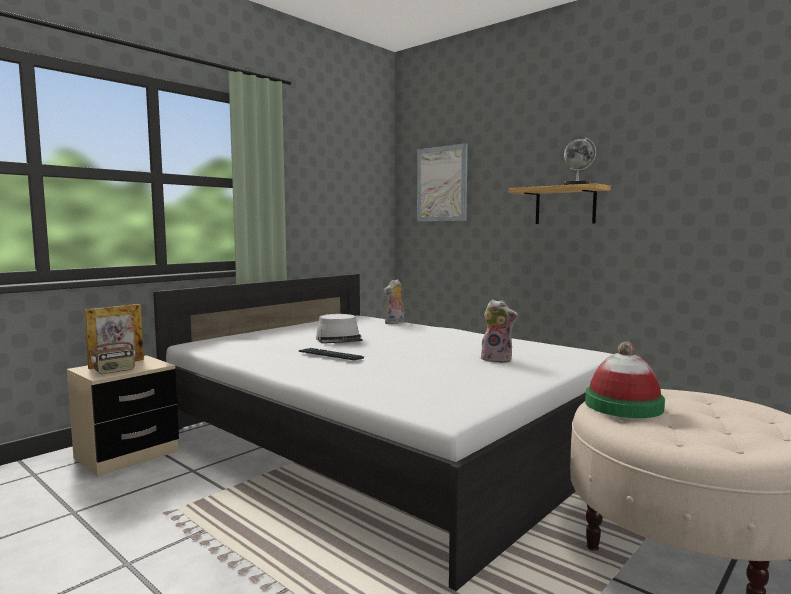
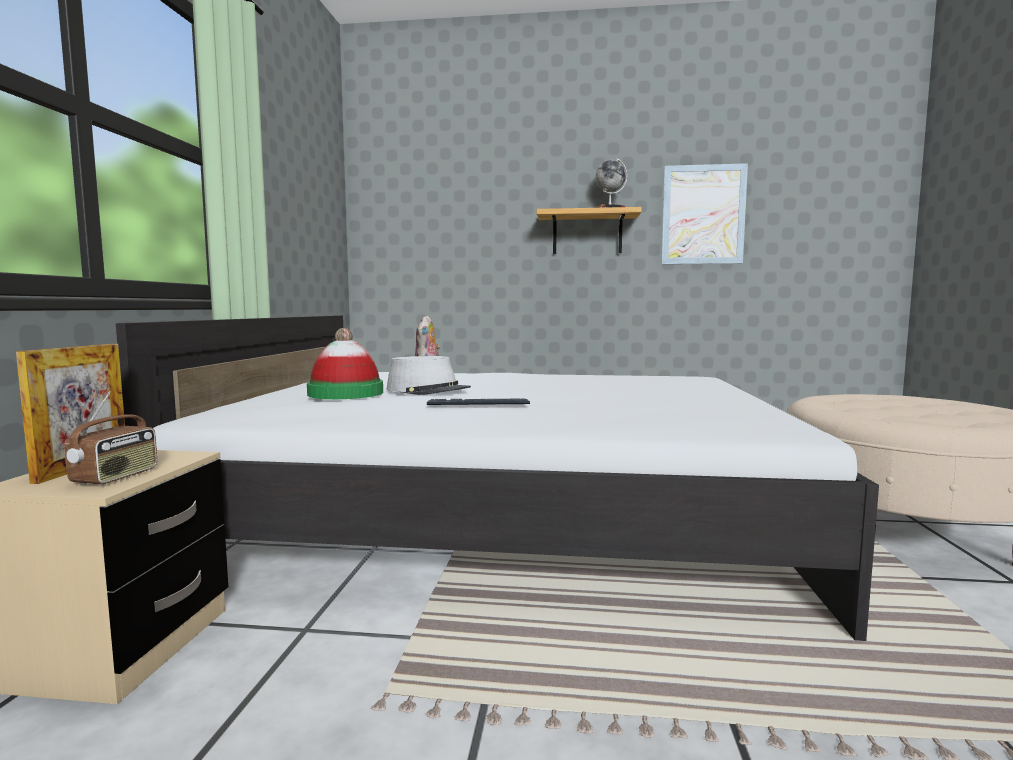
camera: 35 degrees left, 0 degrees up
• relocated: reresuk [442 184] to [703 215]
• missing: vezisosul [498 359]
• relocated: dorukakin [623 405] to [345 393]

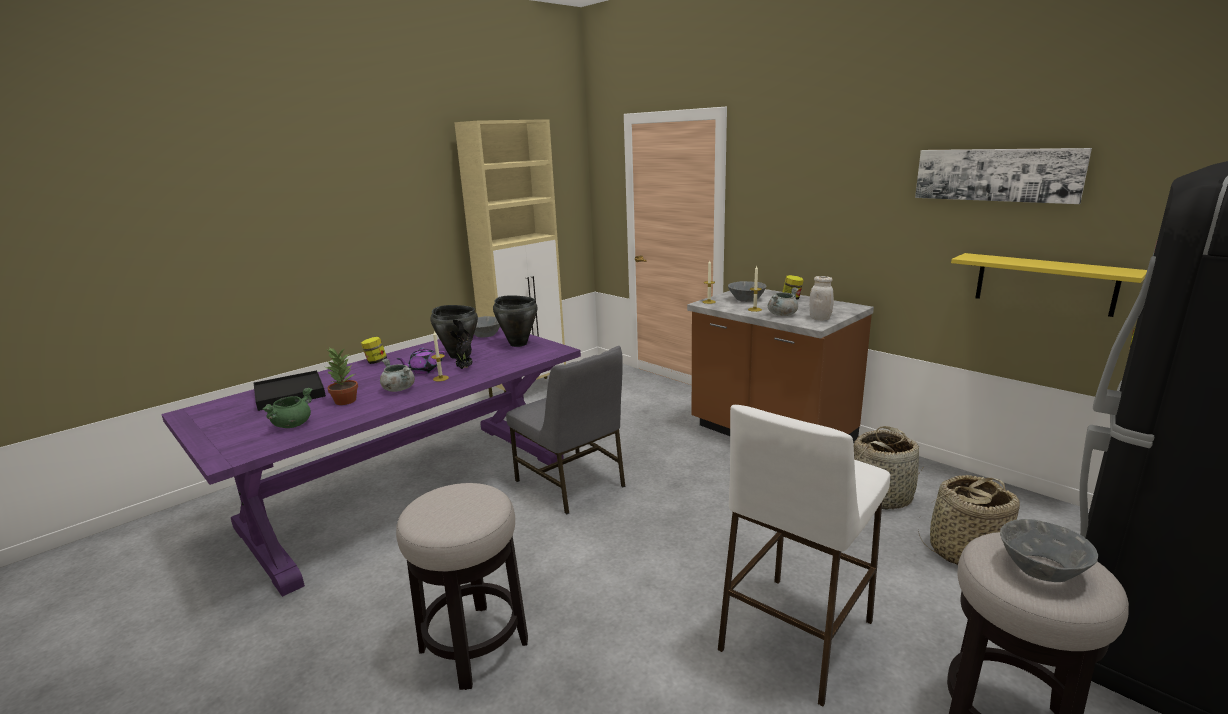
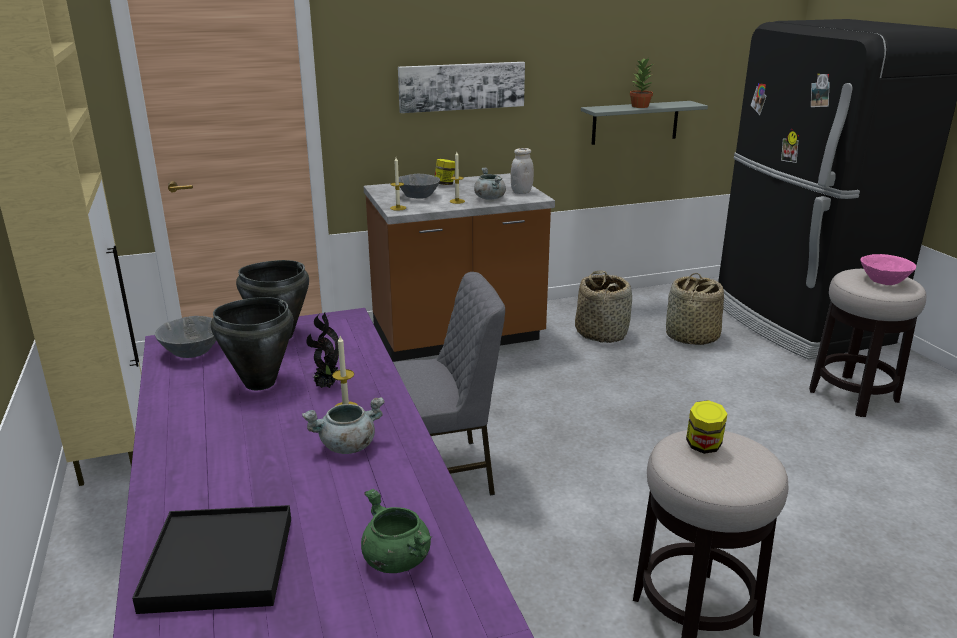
camera: 65 degrees left, 5 degrees up
• relocated: reresuk [996 174] to [461 86]
• colour: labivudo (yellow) [1044 284] to labivudo (grey) [635 122]
• relocated: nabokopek [376 362] to [703 446]
• relocated: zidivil [345 401] to [639 106]
• missing: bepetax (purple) [424 370]
• missing: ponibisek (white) [795 636]
• colour: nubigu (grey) [1041 568] to nubigu (pink) [883 280]

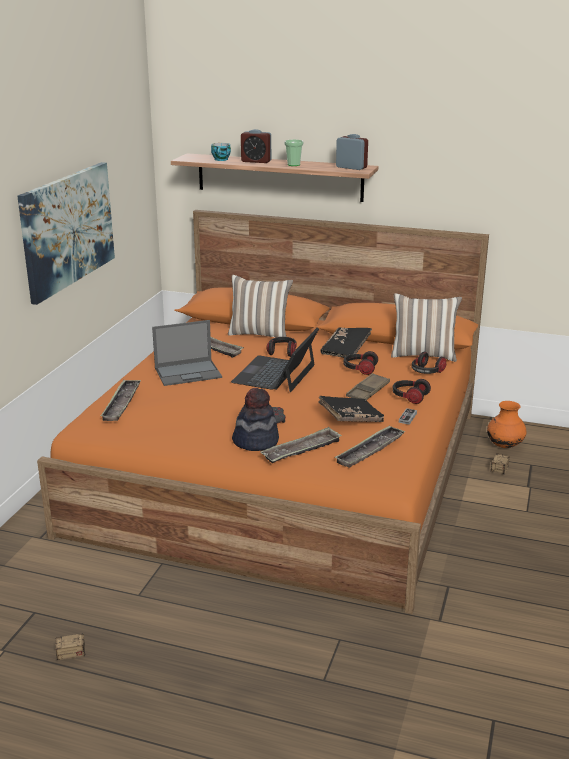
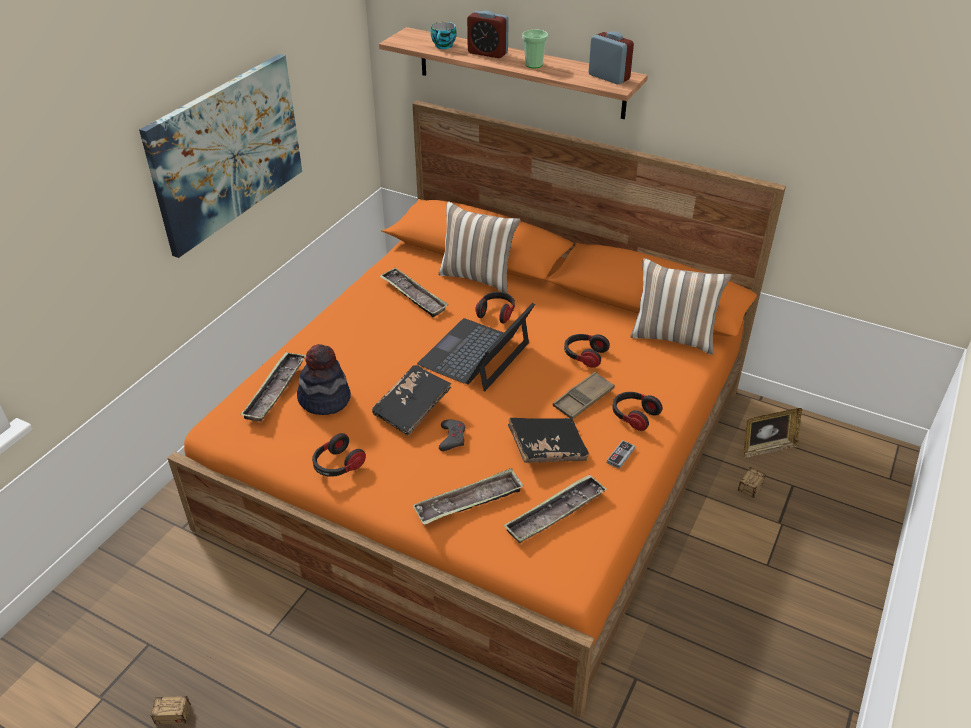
camera: 10 degrees right, 15 degrees up
• missing: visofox [189 372]
• relocated: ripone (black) [346 349] to [412 408]
• relocated: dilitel [426 372] to [337 465]
• relocated: dorukakin [256 441] to [324 399]
• exchanged: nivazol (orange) [504 445] to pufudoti [767 448]

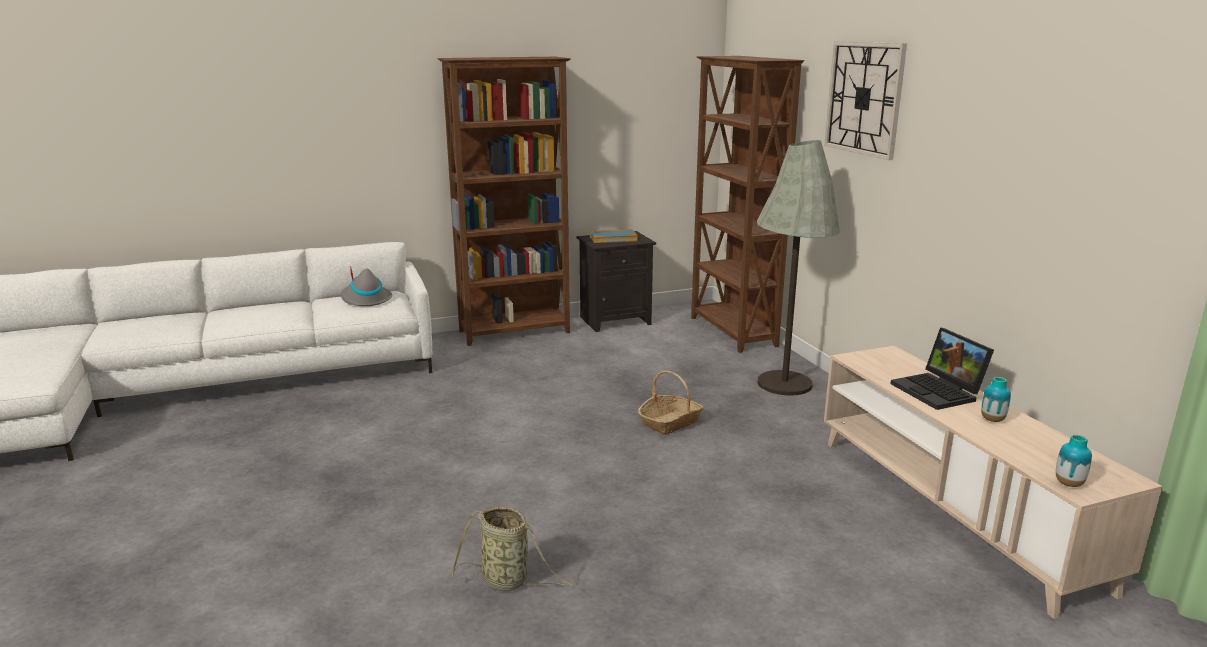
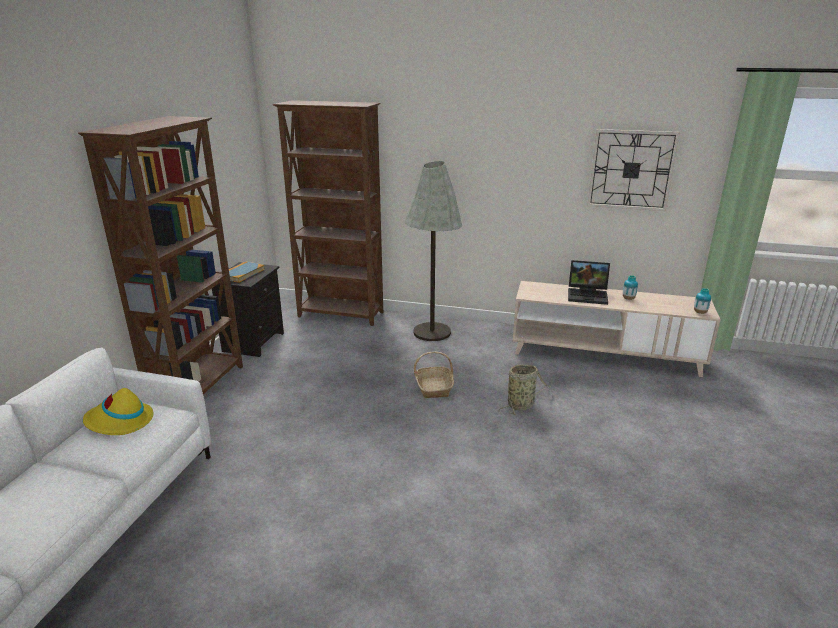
camera: 55 degrees left, 5 degrees up
• relocated: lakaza [864 98] to [631 170]
• colour: dorukakin (grey) [365 299] to dorukakin (yellow) [120 422]
• relocated: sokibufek [508 581] to [522 405]

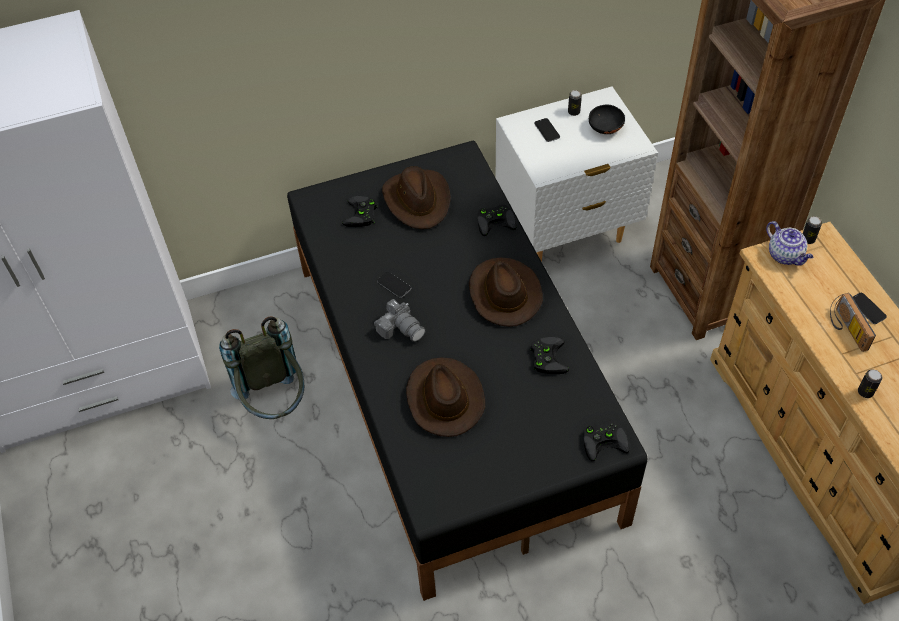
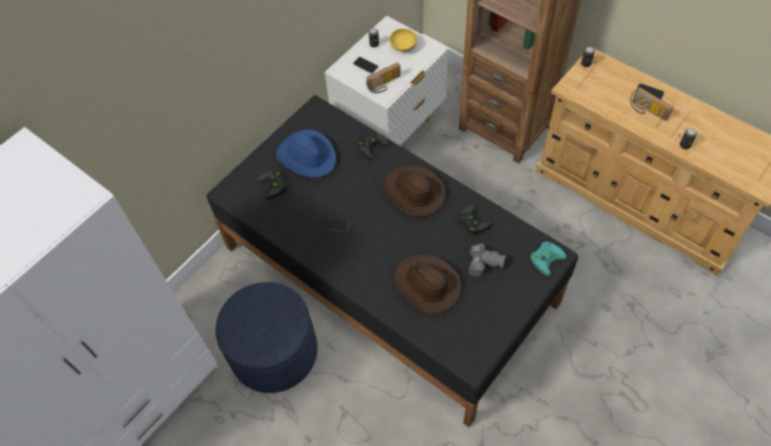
camera: 30 degrees left, 5 degrees up
• colour: nubigu (black) [604 129] to nubigu (yellow) [403 47]
• colour: dorukakin (brown) [417 200] to dorukakin (blue) [307 156]
• missing: bepetax [785 256]
• relocated: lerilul [401 328] to [483 263]
• exchanged: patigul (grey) [275 404] to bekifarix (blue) [274 352]
• colour: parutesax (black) [604 440] to parutesax (turquoise) [546 257]
• appeared: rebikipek [384 85]

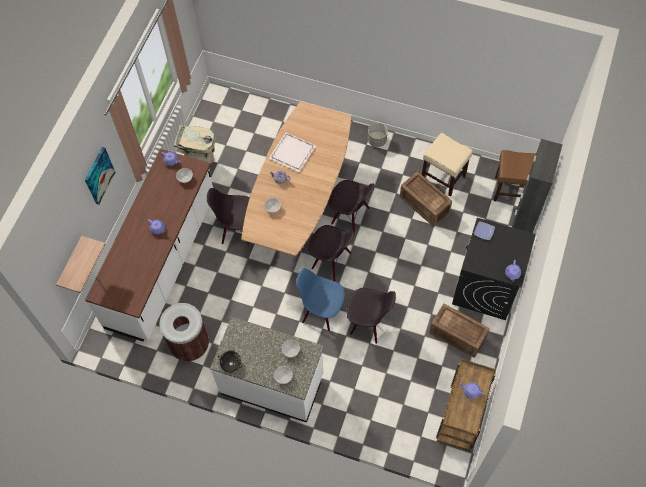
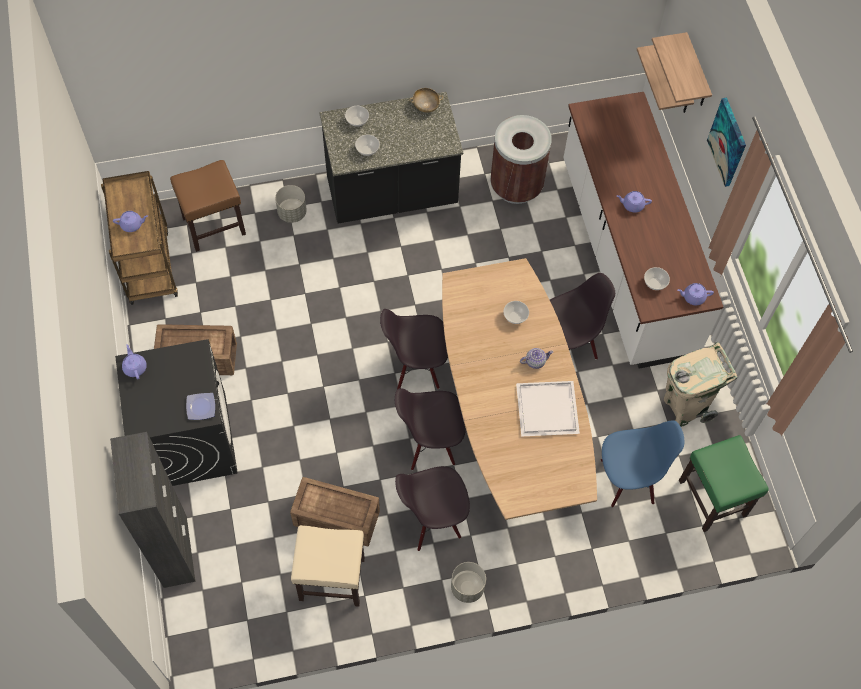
camera: 145 degrees right, 0 degrees up
• relocated: ponibisek (brown) [511 190] to [214 225]
• relocated: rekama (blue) [322 312] to [627 480]
• relocated: rekama (black) [368 323] to [432 519]
• colour: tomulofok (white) [272 383] to tomulofok (black) [392 194]
• colour: nubigu (black) [231 364] to nubigu (beige) [426 106]
• appeared: labivudo [696 73]
• appeared: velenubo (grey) [292 212]
• appeared: ponibisek (green) [713 499]

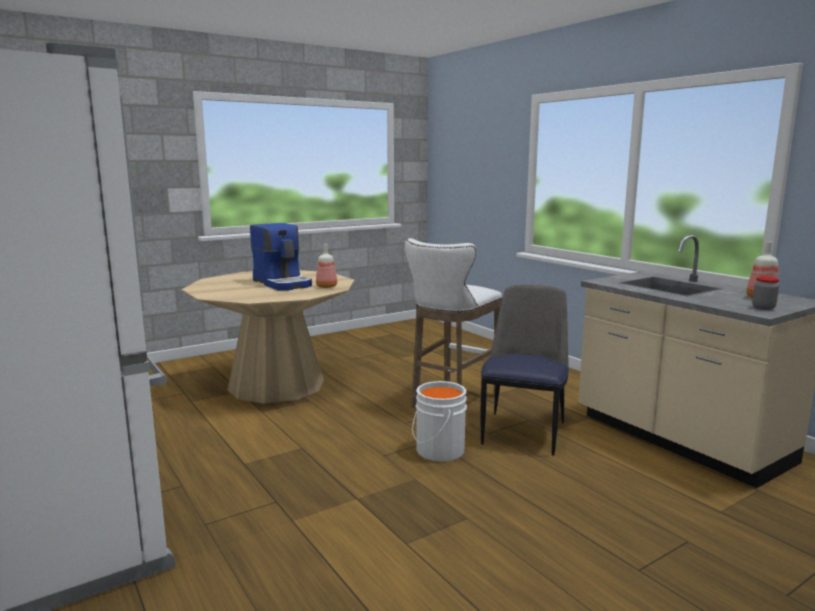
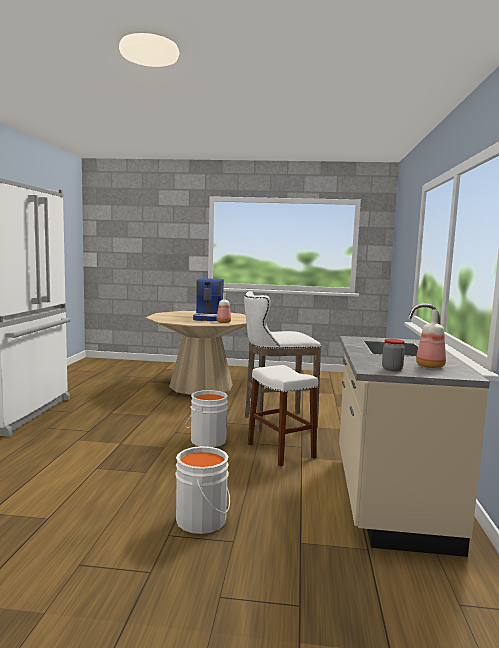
camera: 40 degrees right, 5 degrees down
• exchanged: rekama [523 432] to ponibisek (white) [281 451]
• appeared: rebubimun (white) [204 520]

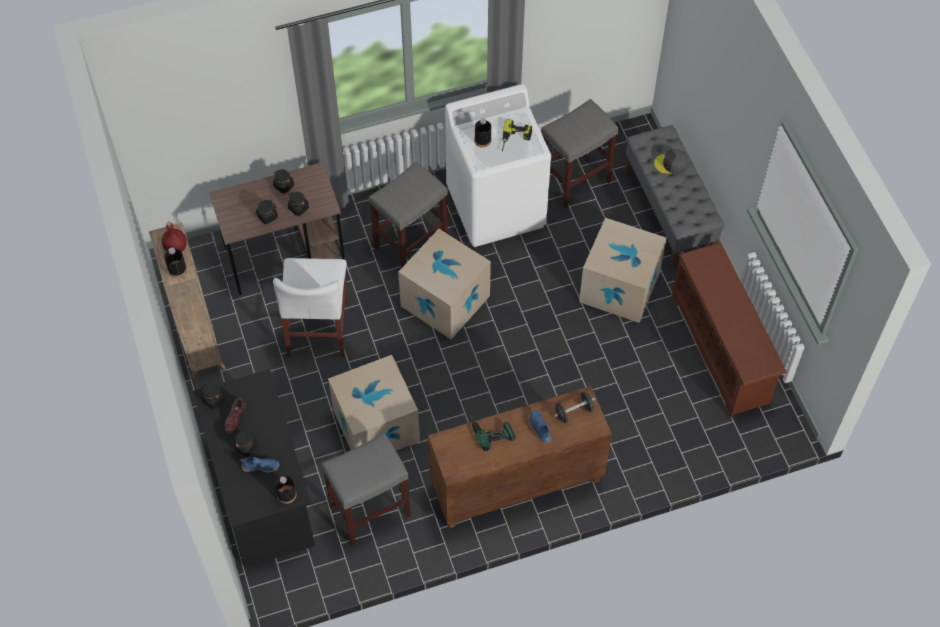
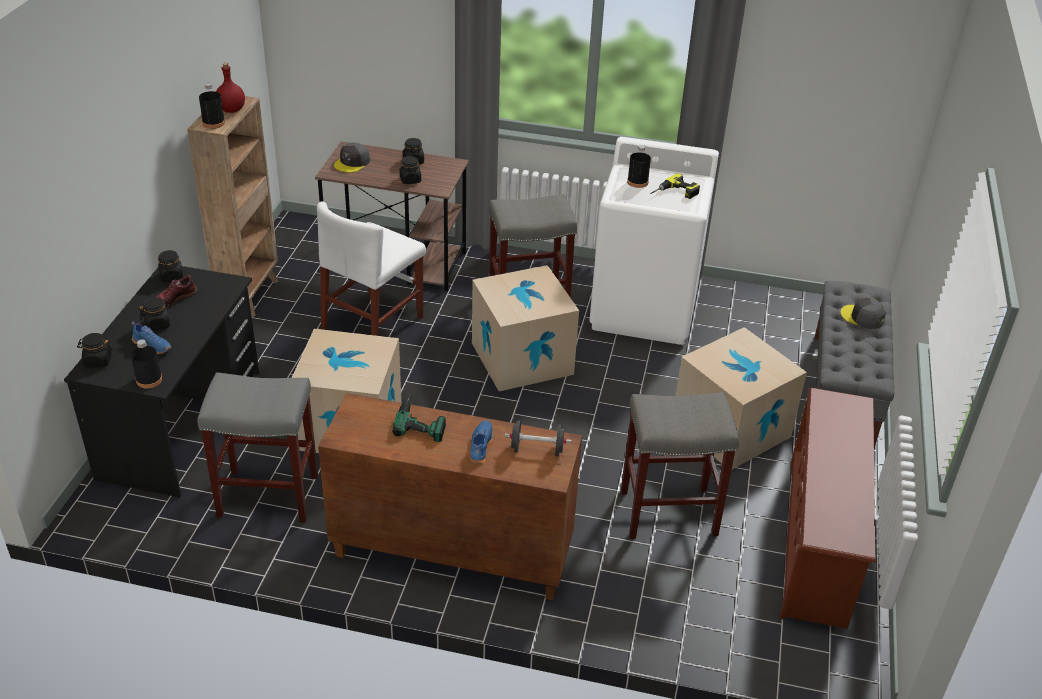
camera: 30 degrees right, 20 degrees down
• relocated: ponibisek (grey) [575 180] to [669 512]
• relocated: nabokopek (black) [267 217] to [98 361]
• appeared: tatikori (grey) [352 163]

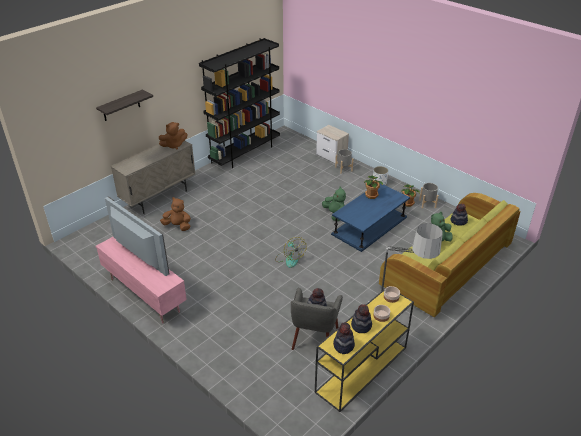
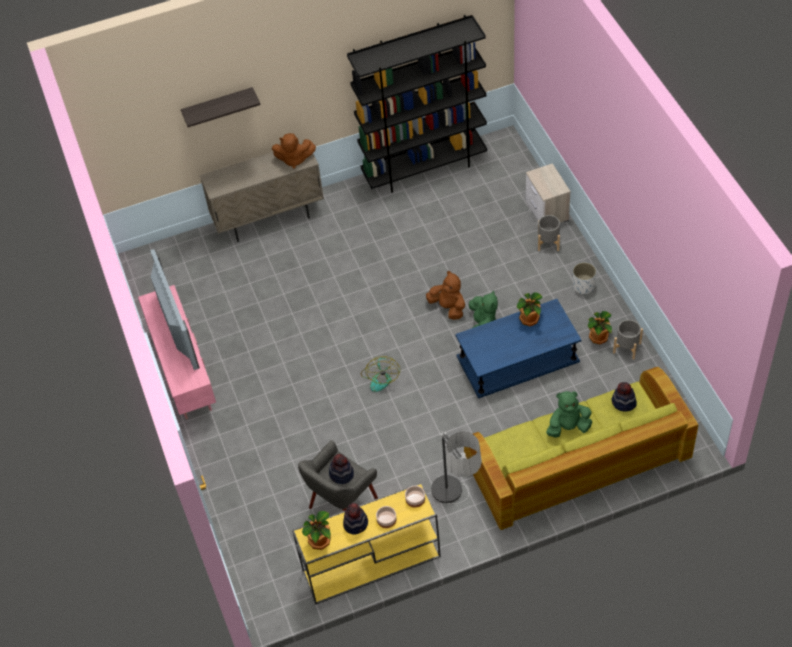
camera: 30 degrees right, 15 degrees up
• relocated: vezisosul (brown) [178 226] to [448 307]
• exchanged: dorukakin [343 345] to zidivil [320 540]

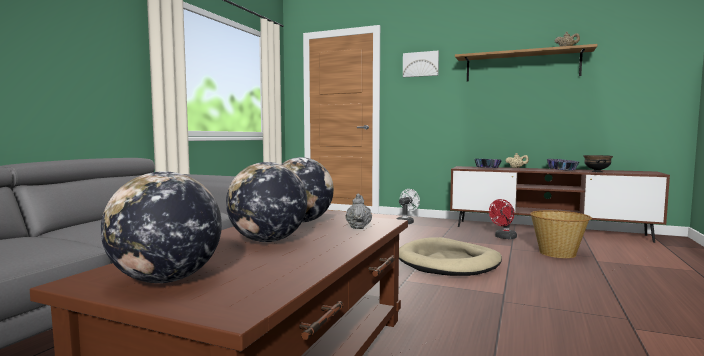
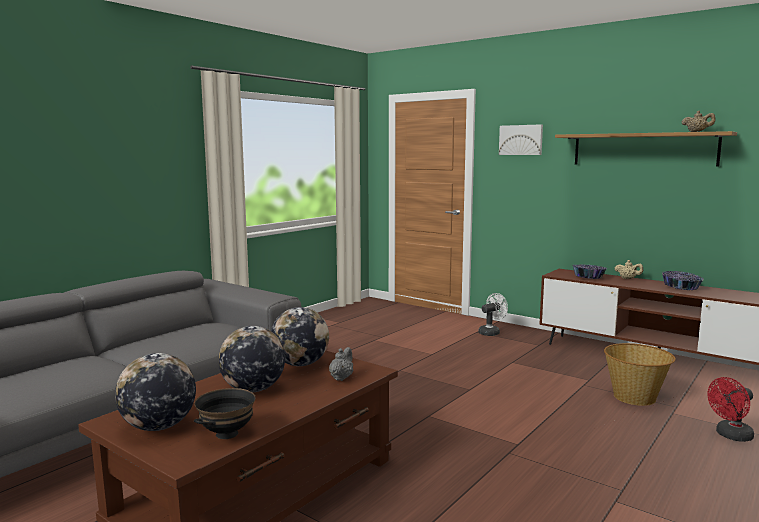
camera: 15 degrees right, 5 degrees up
• relocated: nubigu (black) [597 171] to [227 434]
• relocated: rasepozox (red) [503 237] to [730 436]
• missing: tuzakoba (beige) [448 262]

